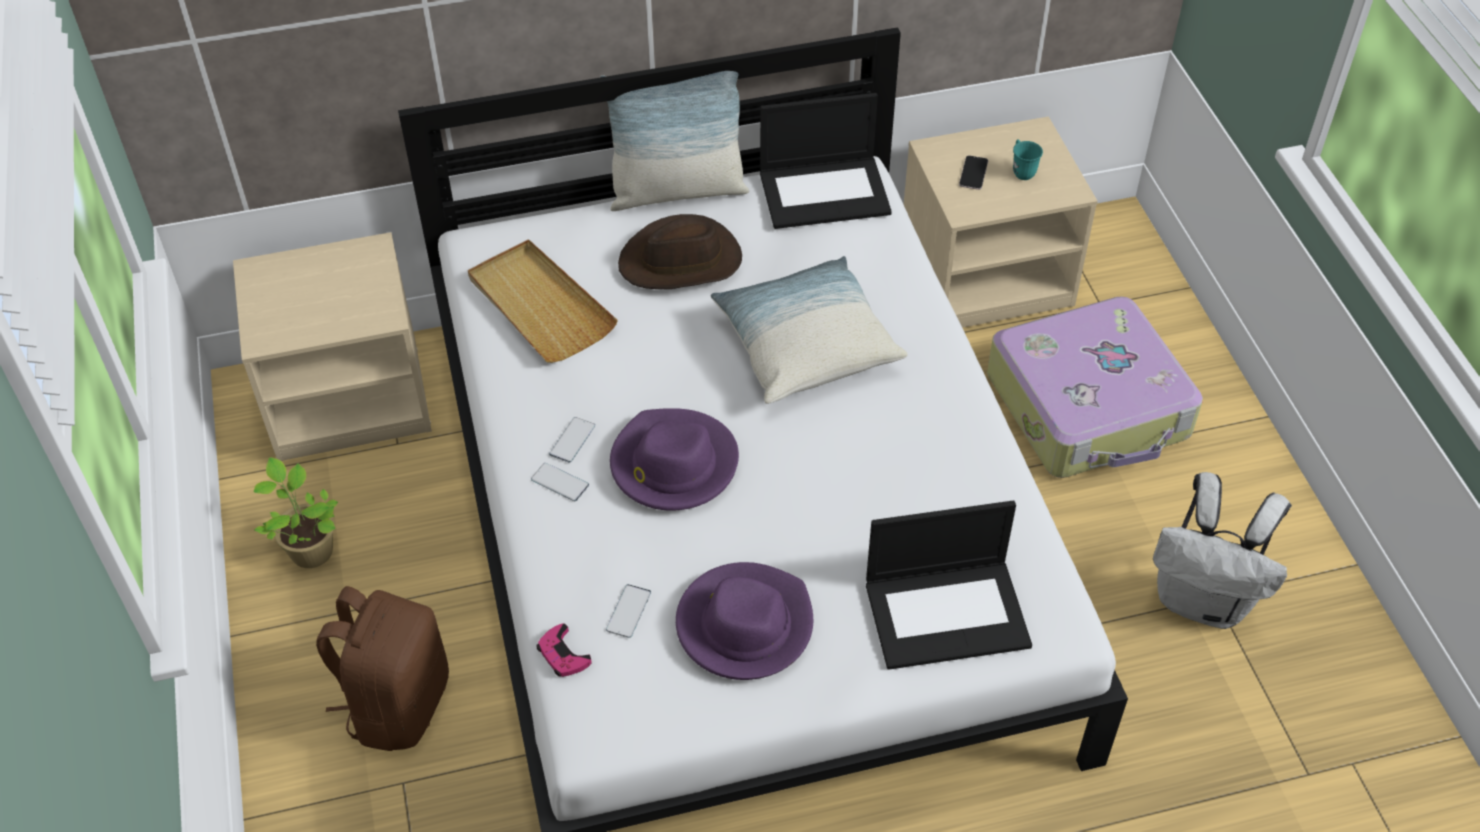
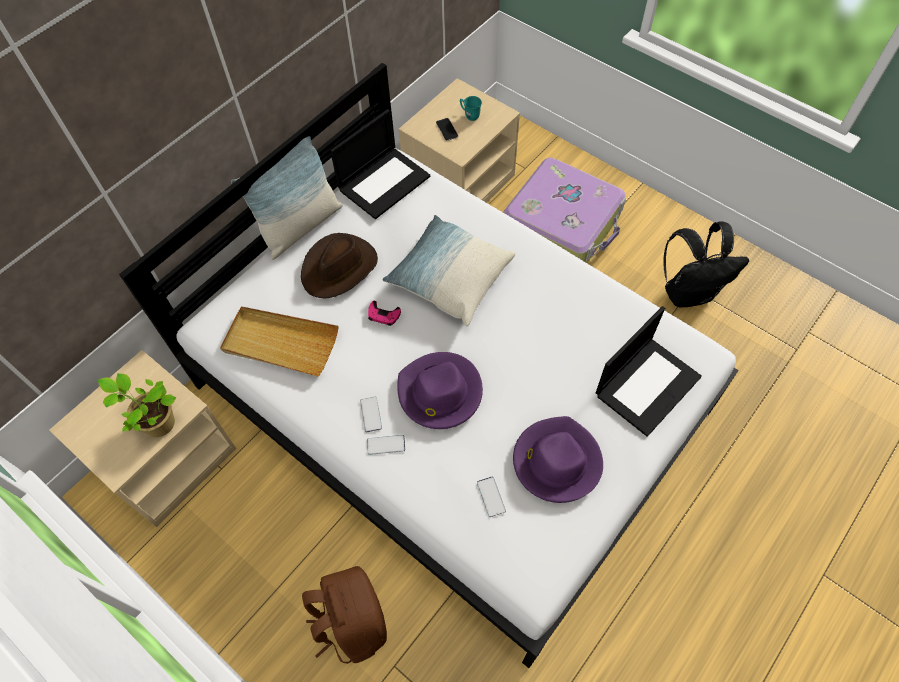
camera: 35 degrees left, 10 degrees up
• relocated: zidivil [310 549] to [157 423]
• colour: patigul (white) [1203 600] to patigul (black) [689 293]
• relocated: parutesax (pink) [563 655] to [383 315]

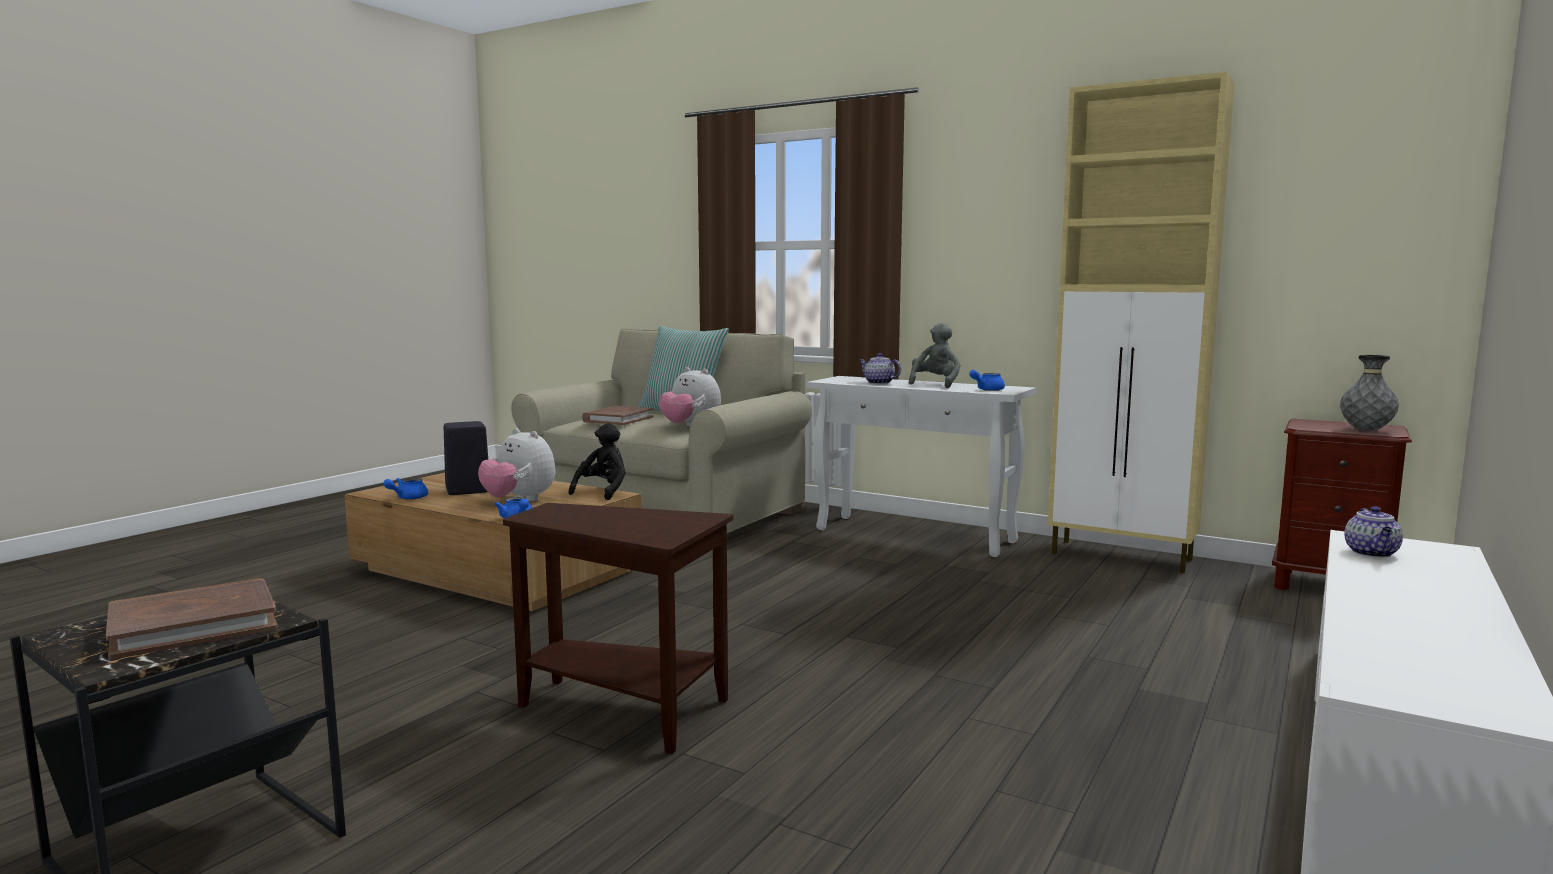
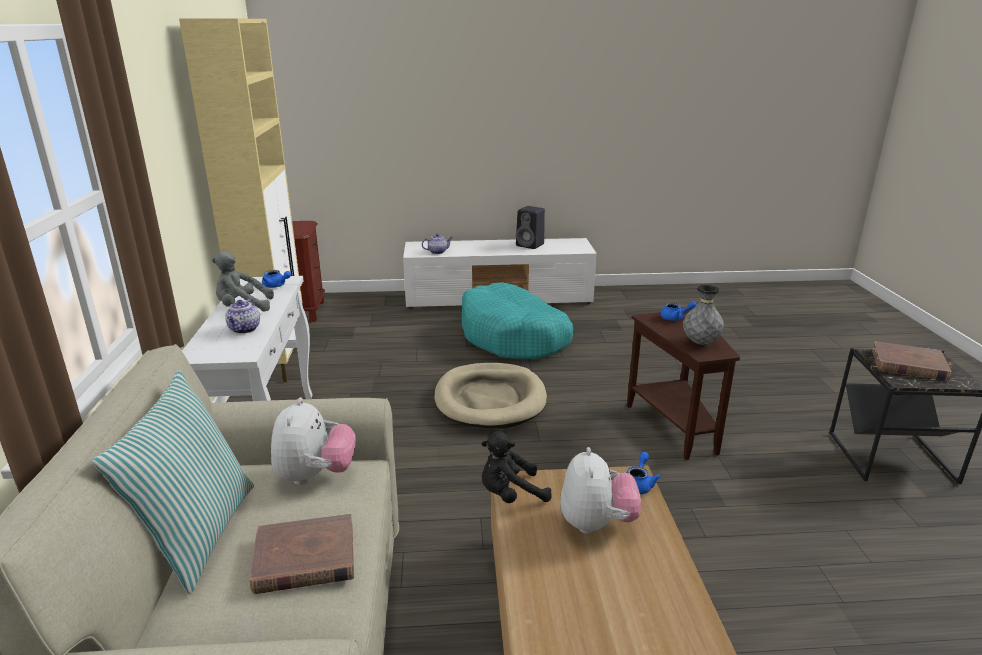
camera: 125 degrees left, 15 degrees up
• relocated: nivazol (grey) [1366 430] to [700 343]
• relocated: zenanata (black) [466 490] to [531 245]
• relocated: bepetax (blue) [407 498] to [675 318]
• appeared: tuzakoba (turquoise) [513 336]
• appeared: tuzakoba (beige) [490 399]

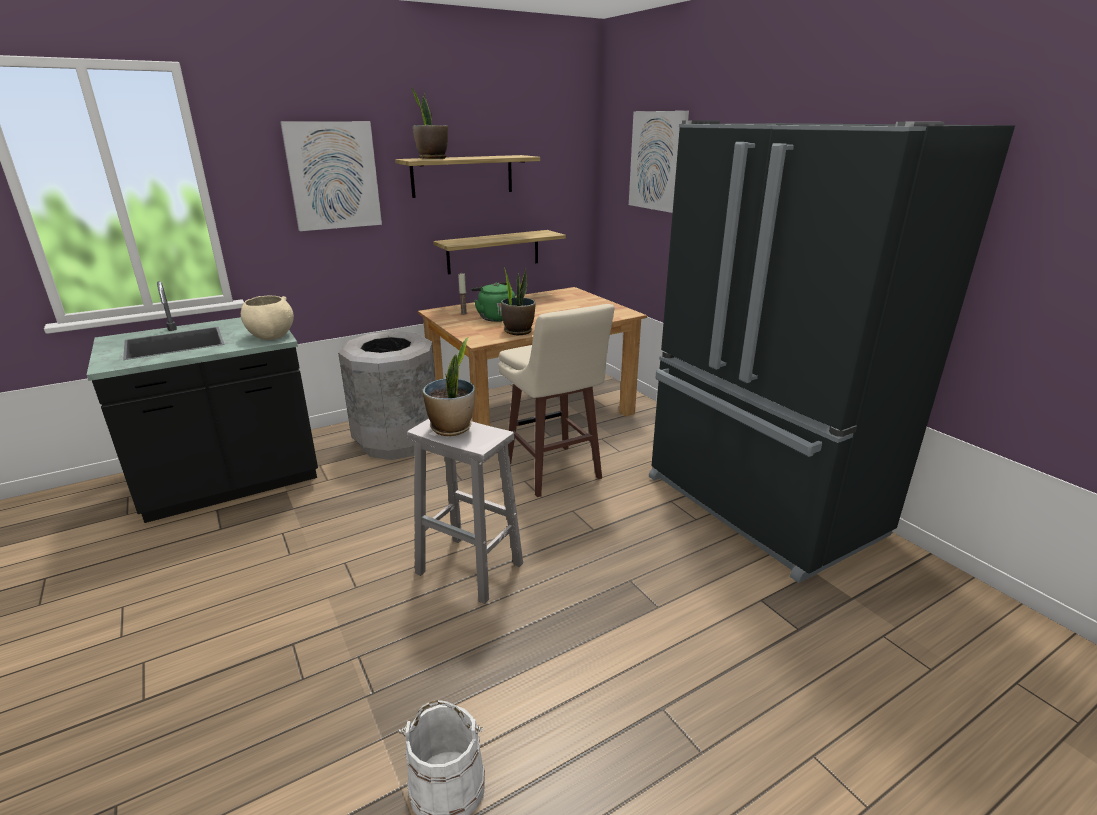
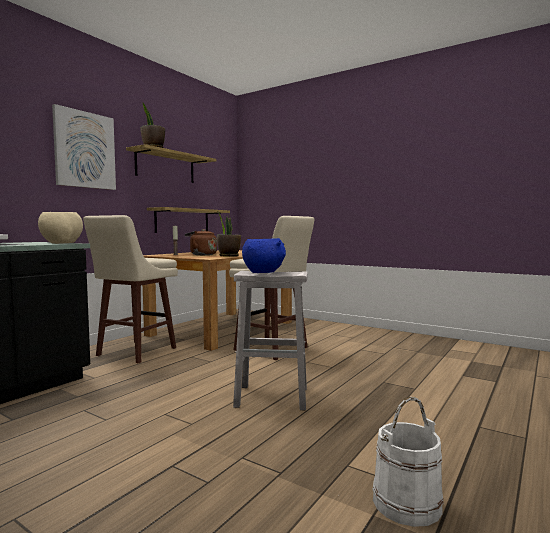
camera: 25 degrees left, 20 degrees down
• missing: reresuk [658 161]
• missing: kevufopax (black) [758 506]
• colour: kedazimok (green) [495 317] to kedazimok (brown) [201 254]
• exchanged: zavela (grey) [397 442] to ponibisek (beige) [134 352]
• exchanged: zidivil [452 428] to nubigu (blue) [263 272]

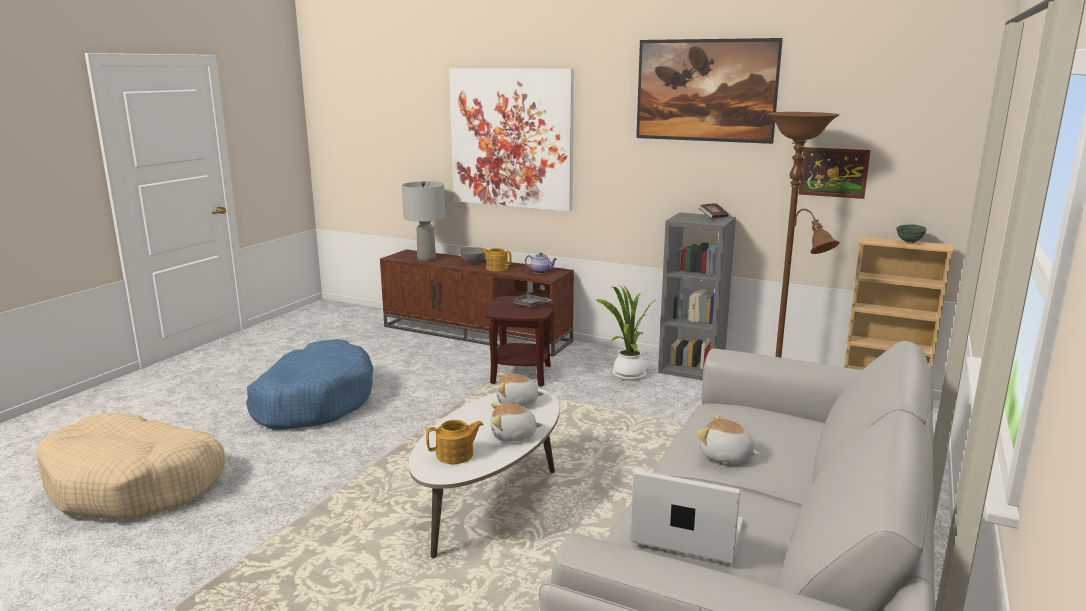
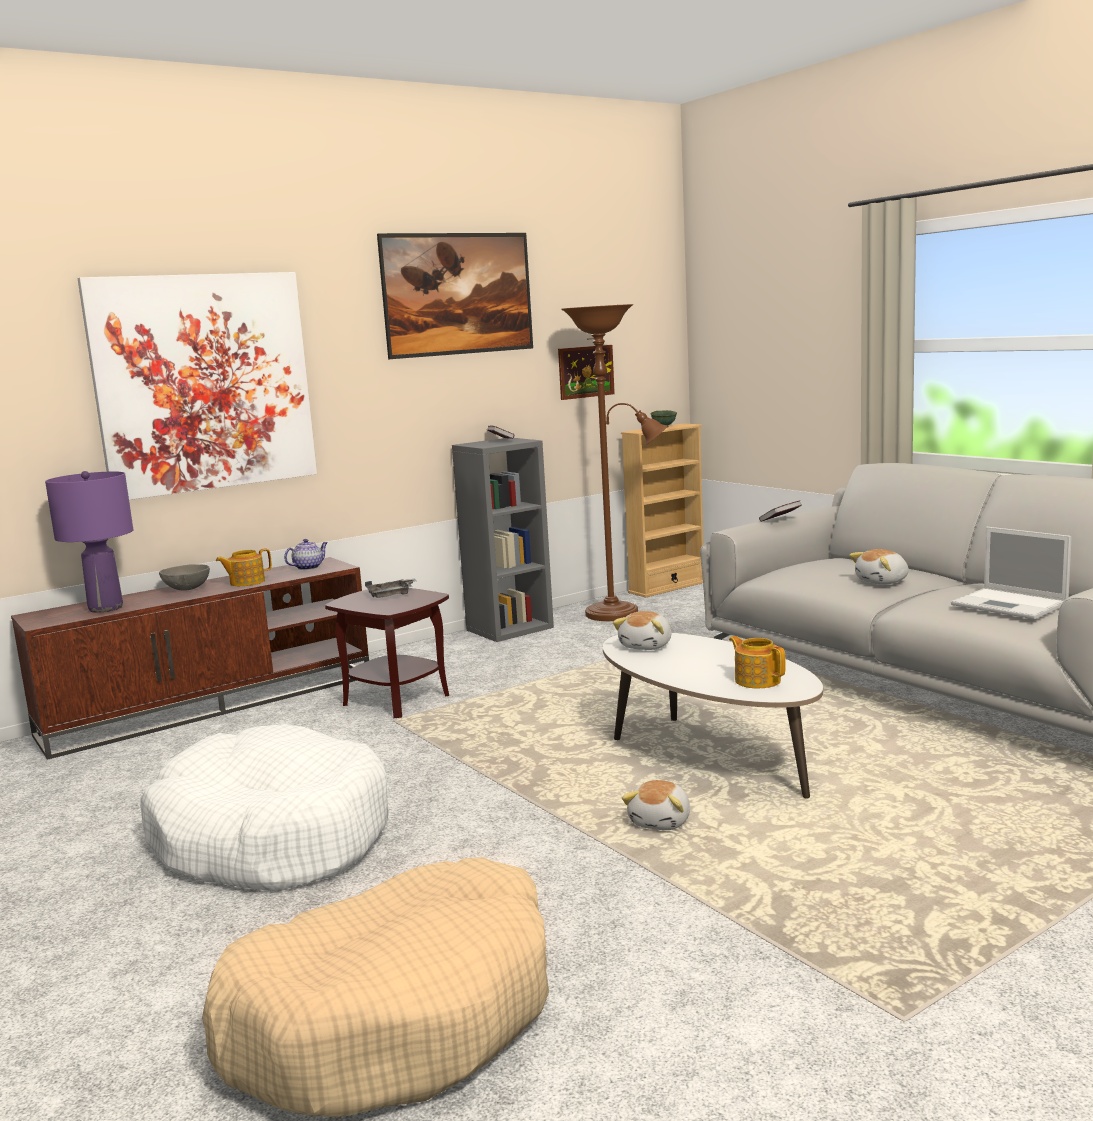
camera: 60 degrees left, 5 degrees down
• colour: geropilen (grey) [426 259] to geropilen (purple) [105 608]
• missing: zidivil [626 376]
• colour: tuzakoba (blue) [313 401] to tuzakoba (white) [271 837]
• relocated: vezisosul [513 435] to [661 821]
• spun: bepetax [456 455] = [757 680] 45 degrees counterclockwise
• spun: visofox [685 532] = [1011 605] 90 degrees counterclockwise
• appeared: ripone [780 520]

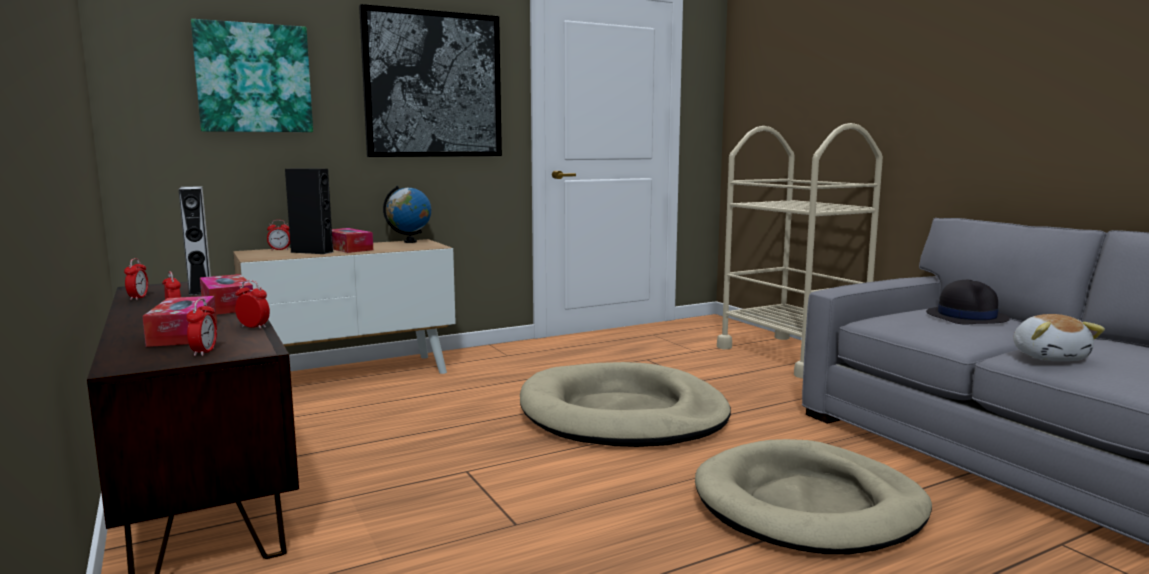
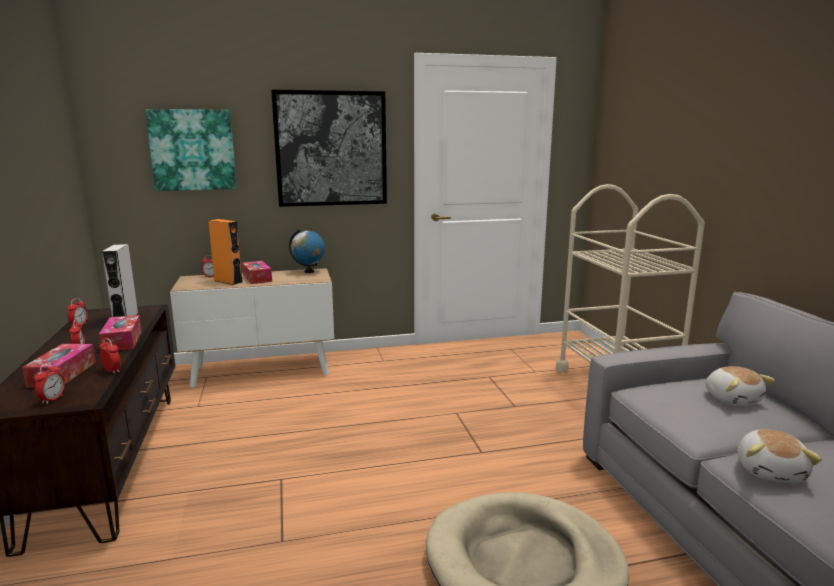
camera: 15 degrees right, 5 degrees up
• colour: zenanata (black) [312 252] to zenanata (orange) [228 281]
• exchanged: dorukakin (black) [966 317] to vezisosul [732 399]
• missing: tuzakoba (beige) [622 414]

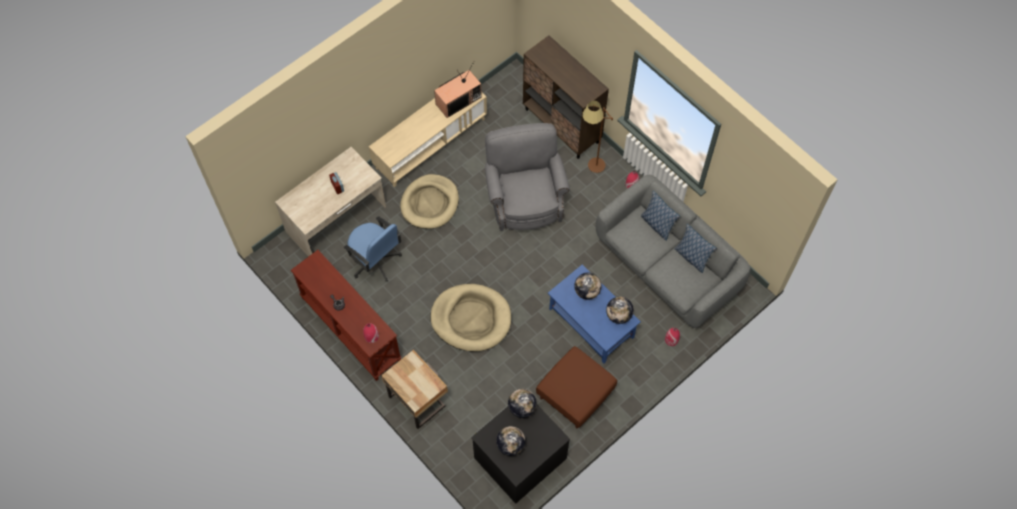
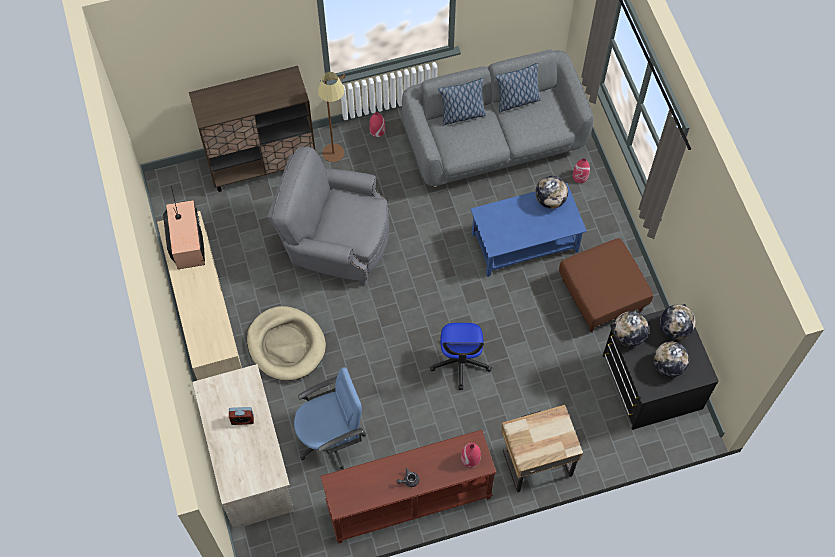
camera: 65 degrees left, 0 degrees up
• relocated: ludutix [587 291] to [674 329]
• exchanged: tuzakoba (beige) [471 319] to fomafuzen [460 362]

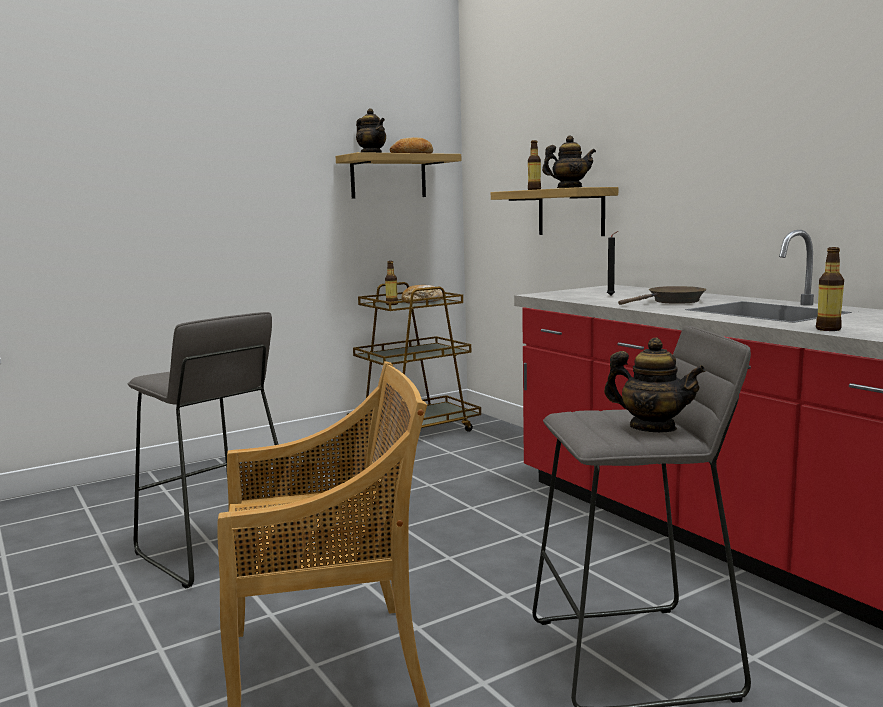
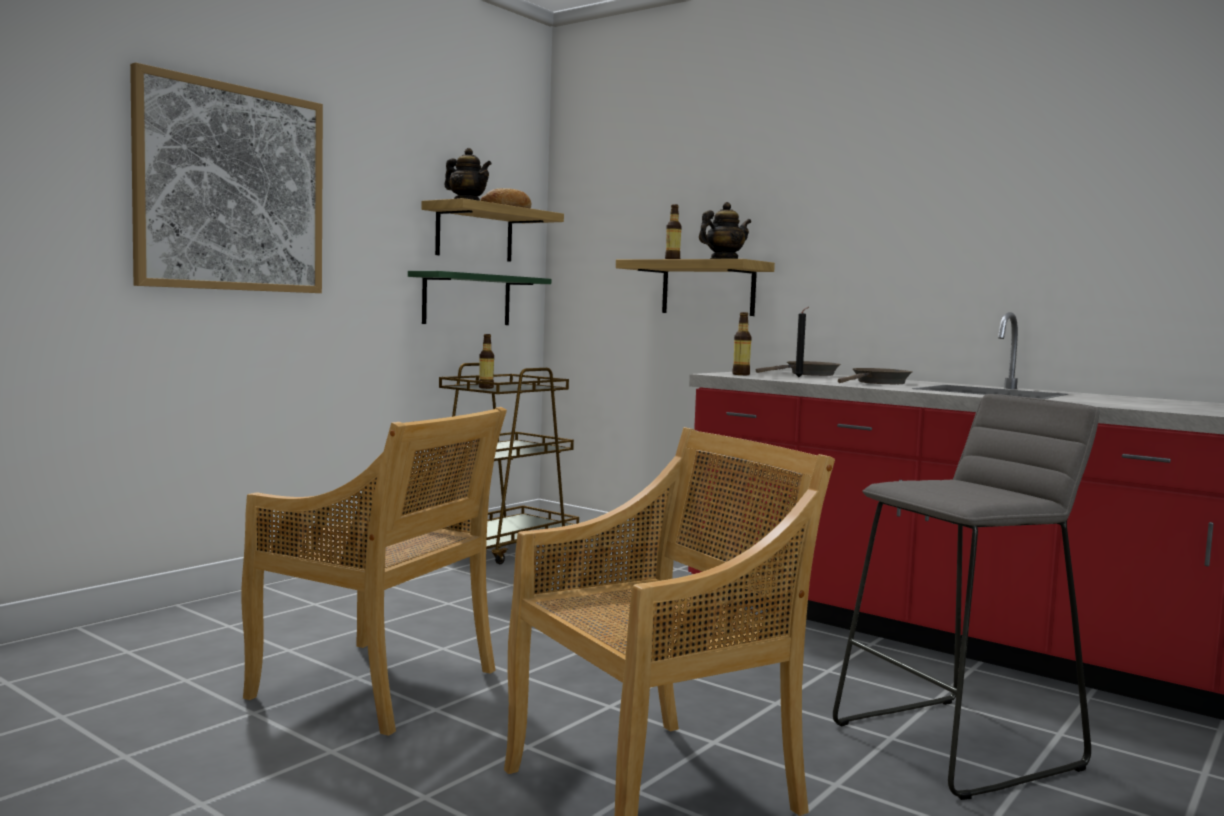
camera: 20 degrees left, 5 degrees down
• relocated: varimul [828 329] to [741 374]
• missing: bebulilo [422 301]
• exchanged: ponibisek (grey) [215 549] to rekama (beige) [378 686]
• missing: bepetax [652 428]
• appeared: reresuk [231 188]
• appeared: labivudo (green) [467 299]
• appeared: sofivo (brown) [808 374]

